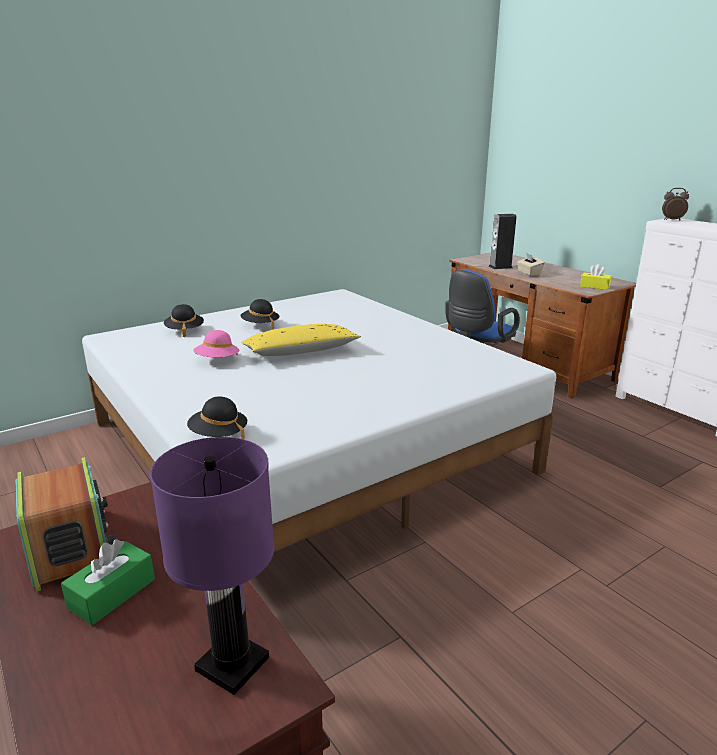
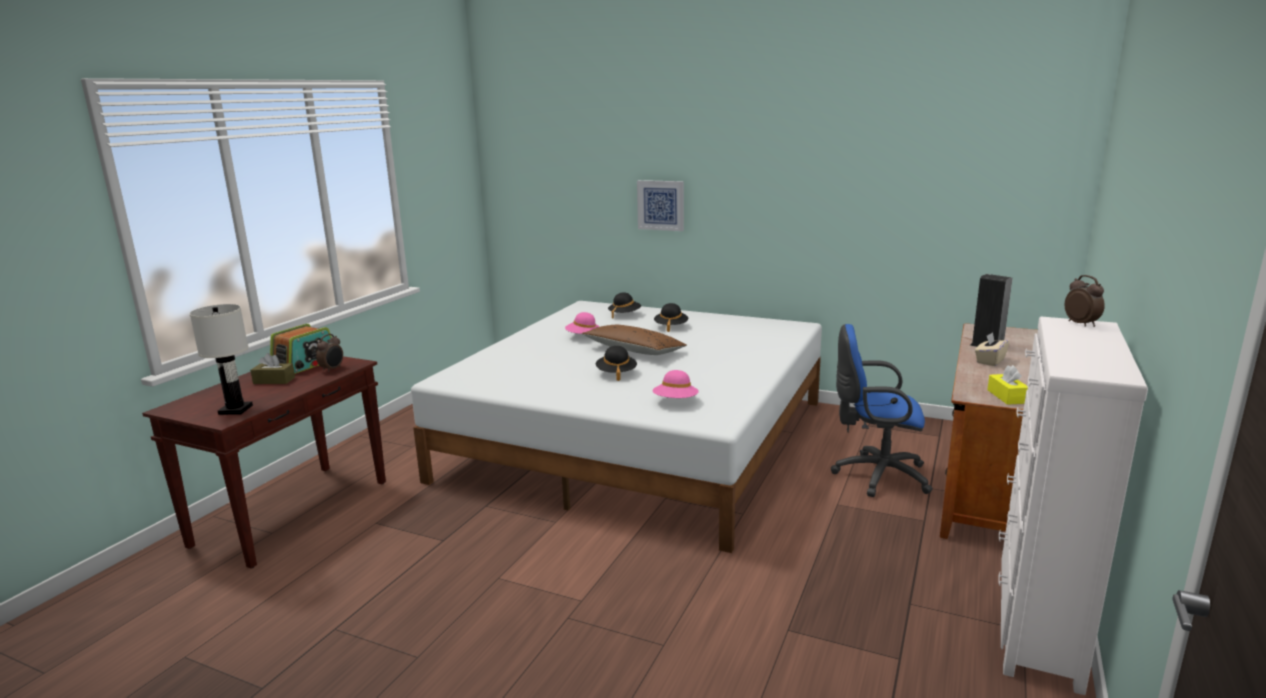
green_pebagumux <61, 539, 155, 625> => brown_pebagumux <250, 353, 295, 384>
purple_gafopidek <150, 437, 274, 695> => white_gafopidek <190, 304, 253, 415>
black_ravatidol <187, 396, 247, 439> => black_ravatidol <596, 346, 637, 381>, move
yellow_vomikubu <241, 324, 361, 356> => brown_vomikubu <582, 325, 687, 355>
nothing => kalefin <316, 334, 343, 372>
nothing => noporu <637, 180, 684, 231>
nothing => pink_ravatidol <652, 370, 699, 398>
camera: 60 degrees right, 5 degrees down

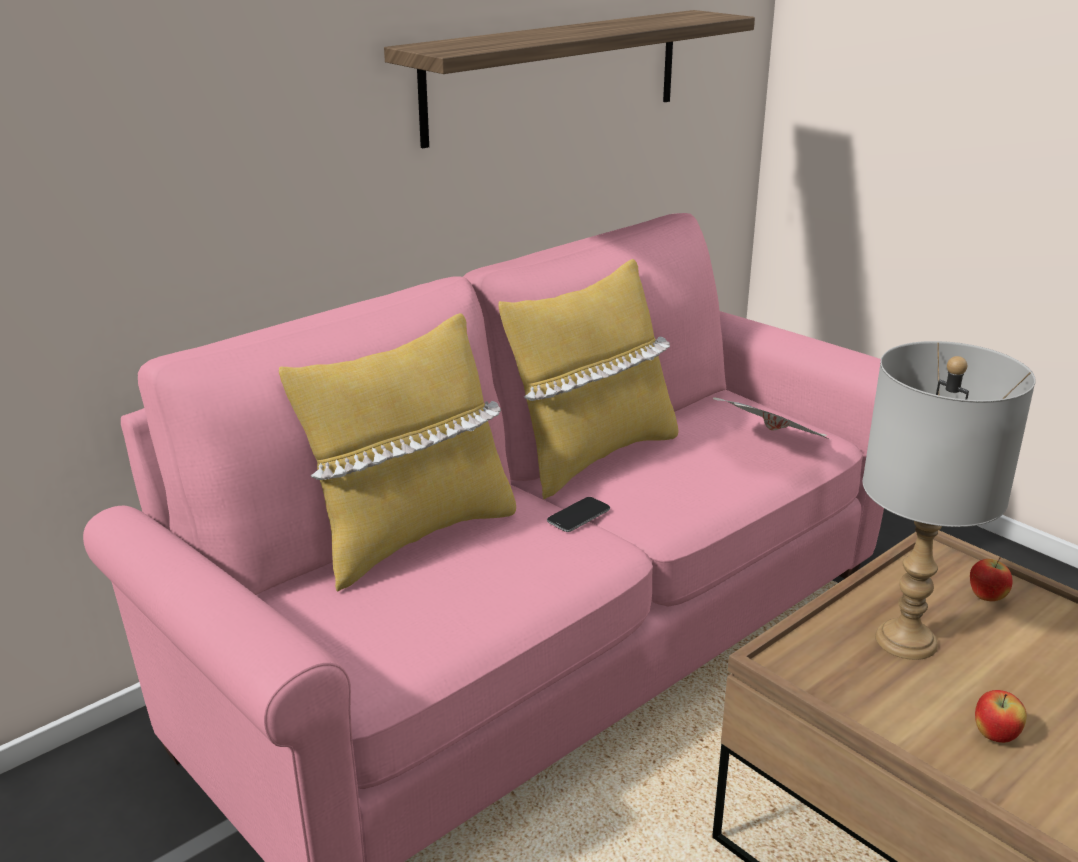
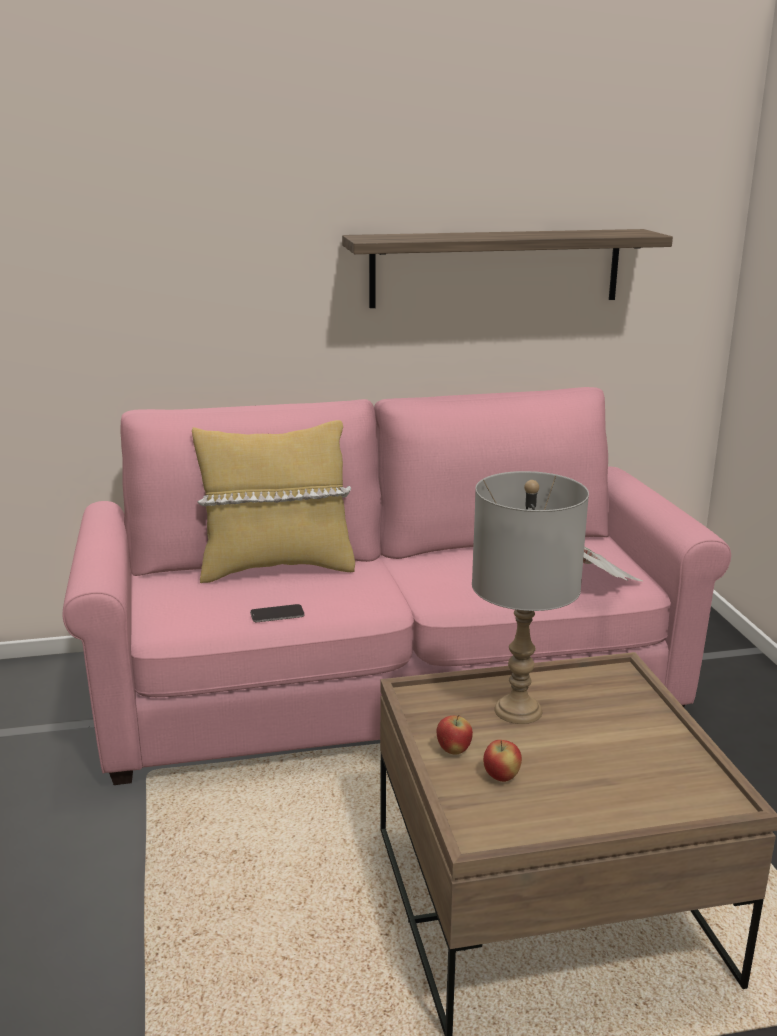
yellow_vomikubu <498, 259, 678, 499> => nothing
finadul <547, 497, 610, 532> => finadul <250, 604, 305, 622>, move
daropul <970, 557, 1013, 601> => daropul <437, 715, 473, 755>, move
camera: 30 degrees right, 5 degrees down

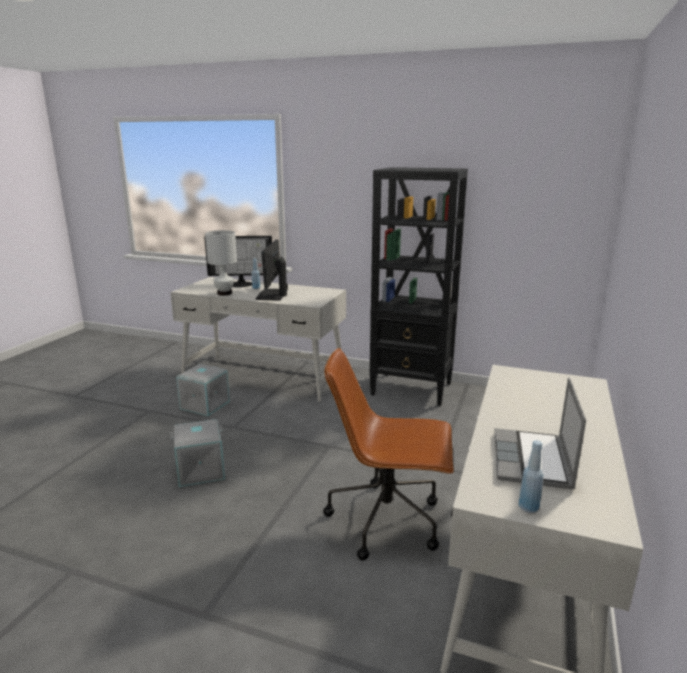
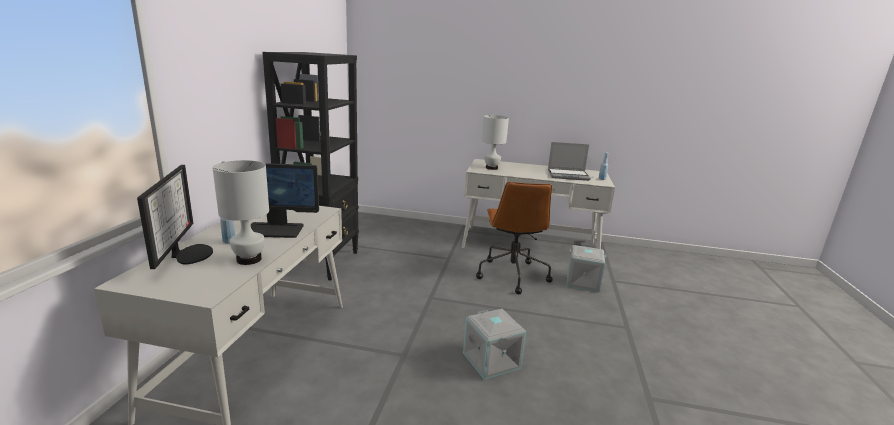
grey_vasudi <176, 364, 230, 416> => grey_vasudi <566, 245, 607, 293>, move
nothing => white_gafopidek <482, 115, 509, 170>
camera: 100 degrees left, 0 degrees up

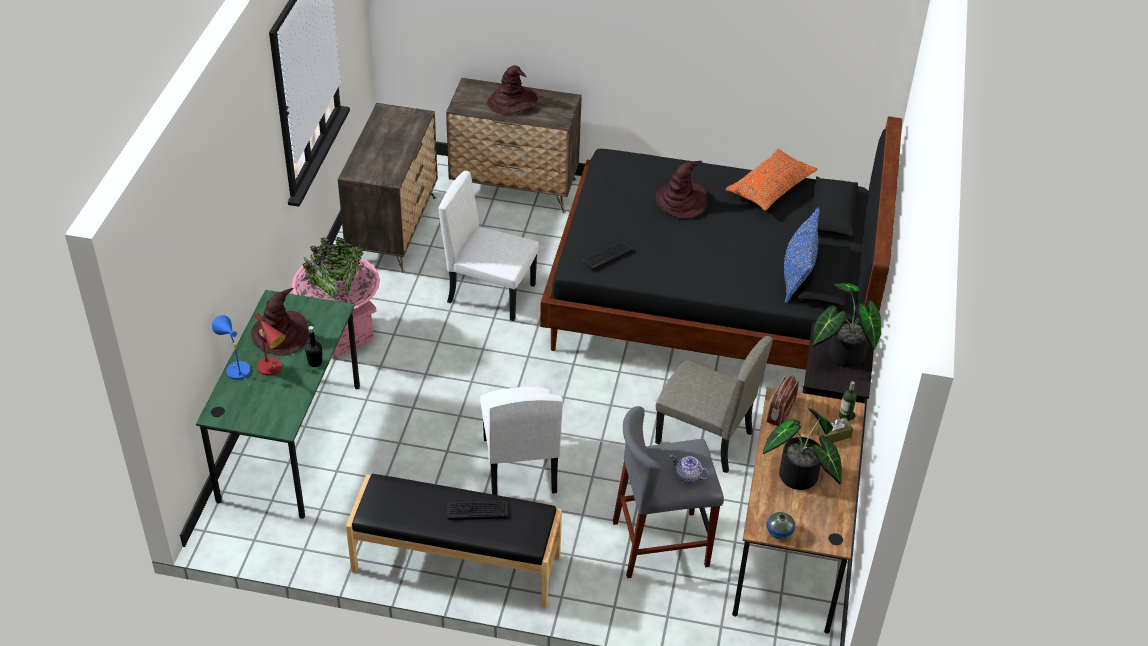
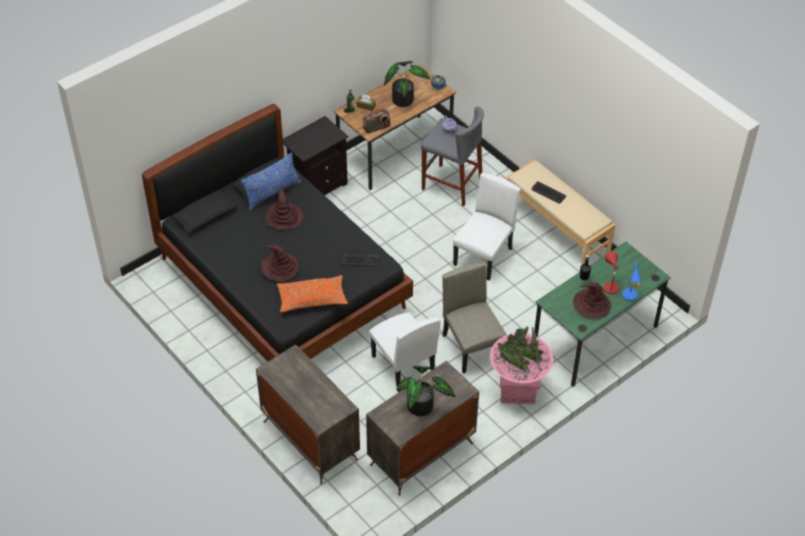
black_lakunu <346, 474, 562, 608> => beige_lakunu <506, 160, 615, 265>
brown_ravatidol <487, 65, 538, 115> => brown_ravatidol <265, 186, 304, 230>, move
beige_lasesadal <655, 336, 773, 473> => beige_lasesadal <442, 262, 507, 374>, move
orange_vomikubu <726, 149, 818, 211> => orange_vomikubu <277, 275, 348, 313>, move
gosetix <812, 283, 881, 367> => gosetix <396, 366, 455, 416>, move
camera: 140 degrees left, 5 degrees up

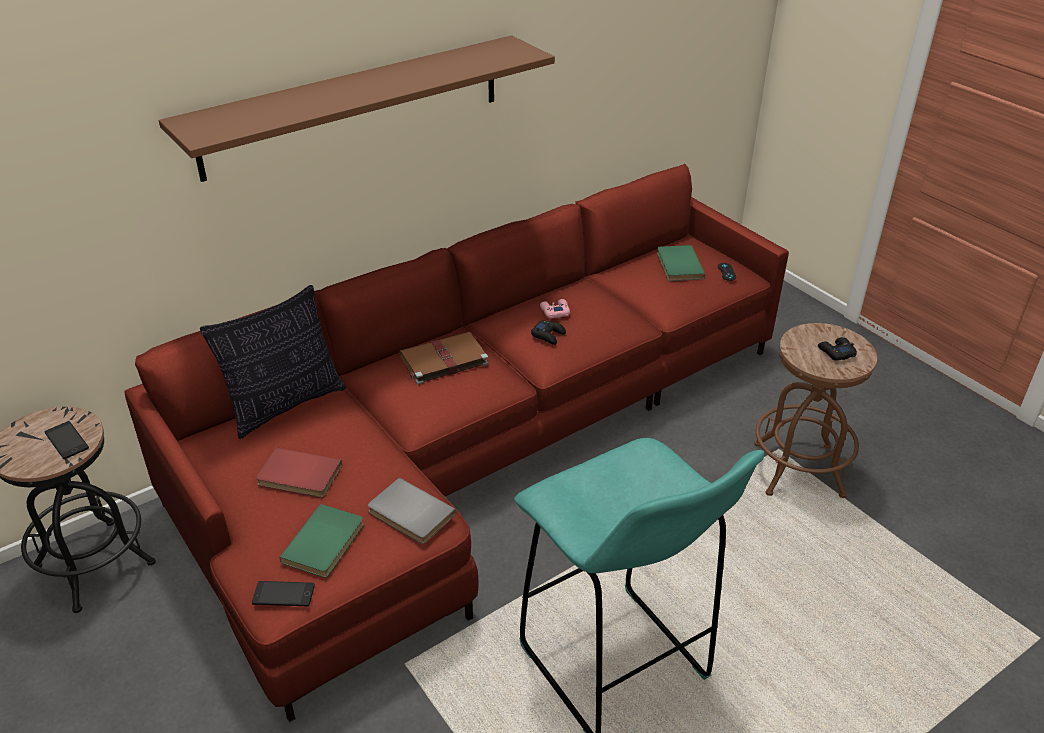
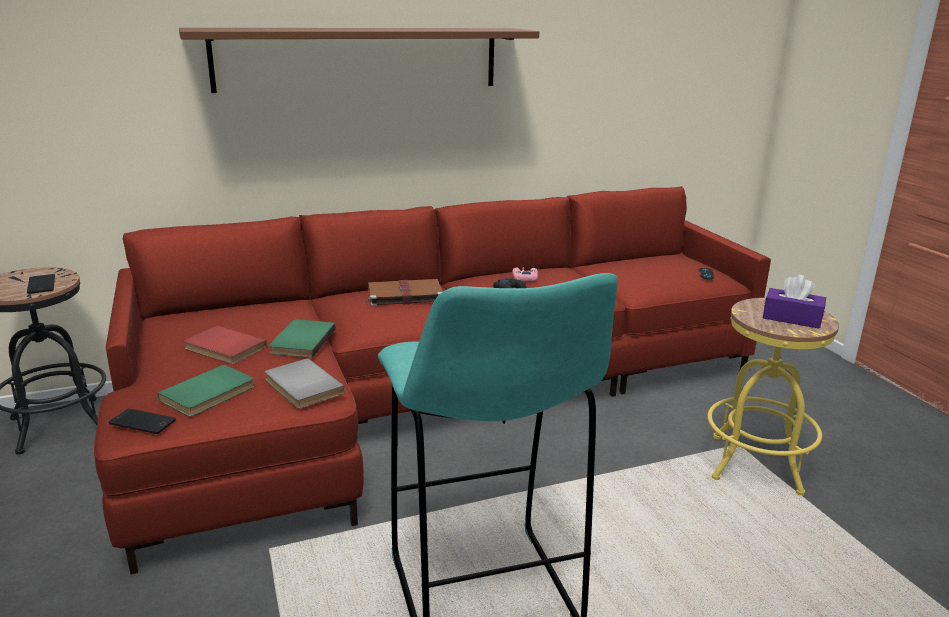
vomikubu <200, 285, 346, 439> => nothing
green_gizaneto <657, 245, 705, 281> => green_gizaneto <269, 319, 336, 358>, move
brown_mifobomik <754, 323, 877, 498> => yellow_mifobomik <707, 298, 839, 496>
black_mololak <818, 337, 857, 361> => purple_pebagumux <763, 275, 826, 329>
camera: 15 degrees right, 15 degrees down

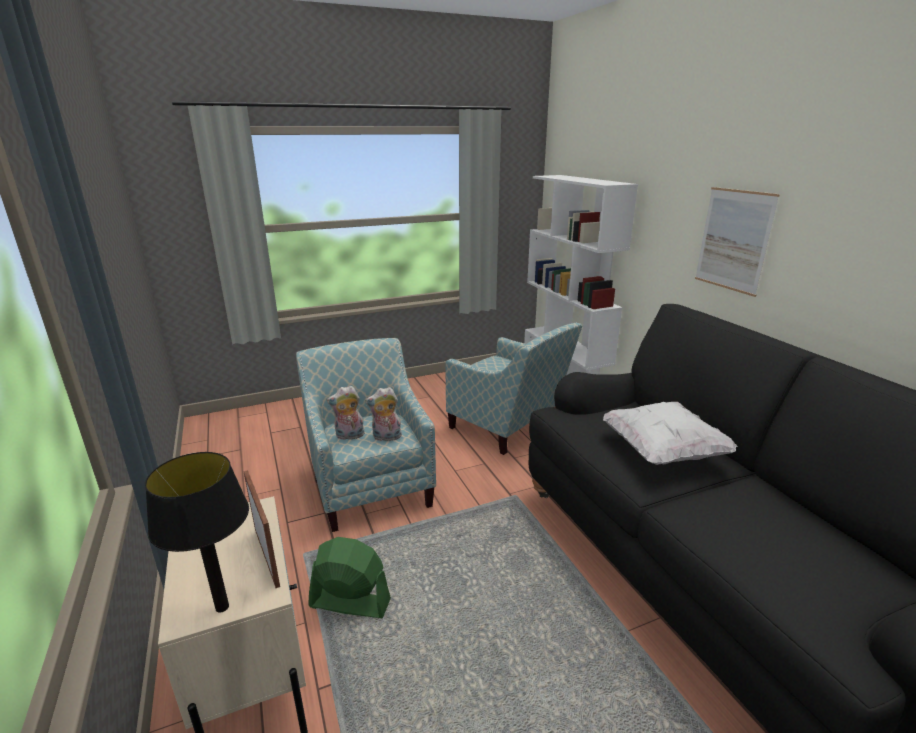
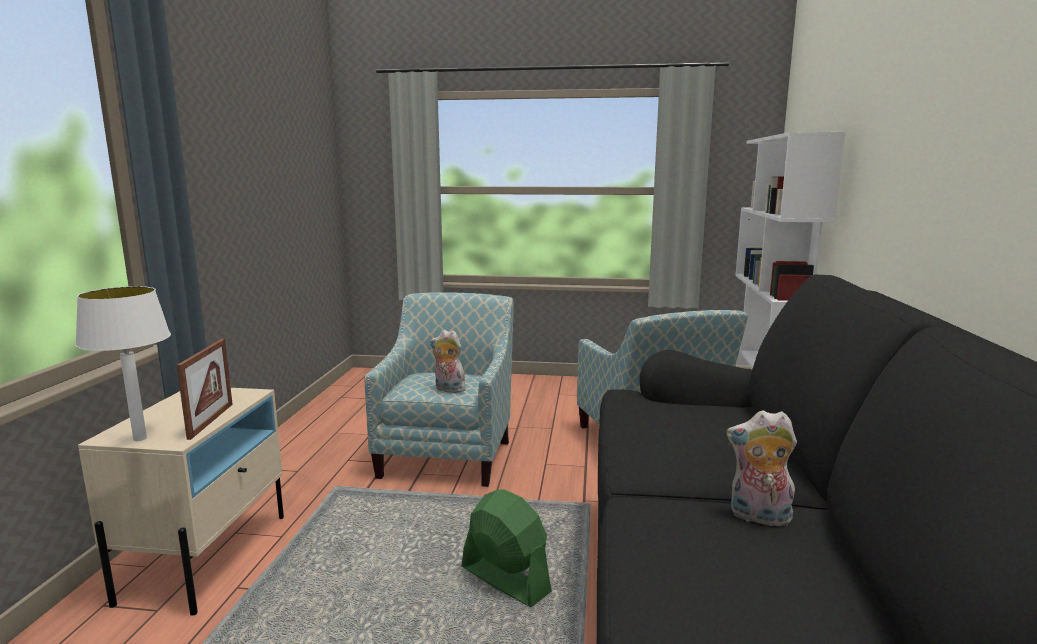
black_gafopidek <145, 452, 249, 613> => white_gafopidek <75, 286, 171, 441>
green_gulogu <308, 537, 391, 618> => green_gulogu <462, 490, 552, 607>, move
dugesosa <327, 386, 365, 440> => dugesosa <726, 410, 797, 526>, move
white_vomikubu <603, 402, 738, 465> => nothing
noporu <695, 187, 780, 297> => nothing
camera: 30 degrees right, 10 degrees down

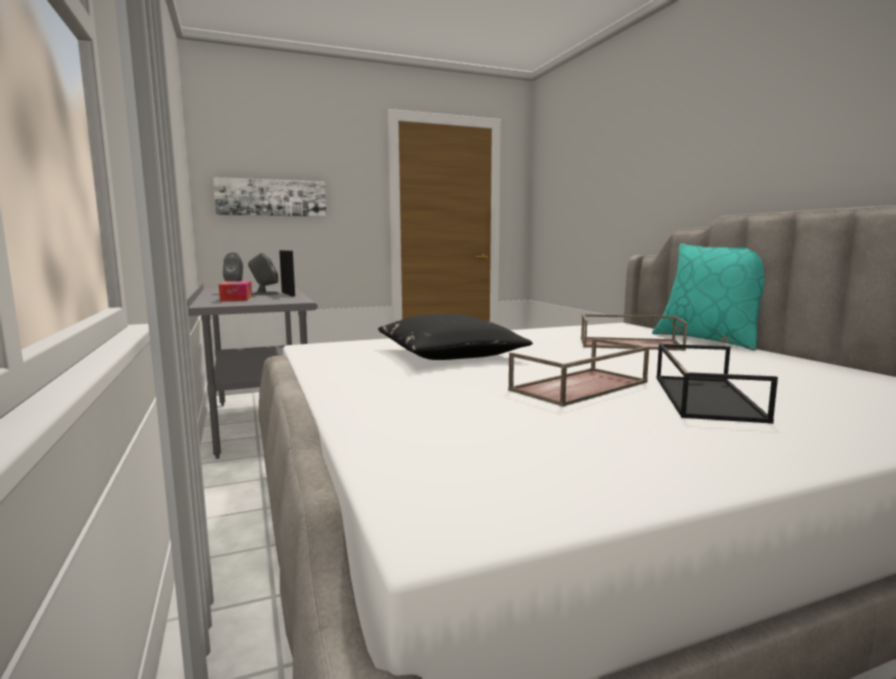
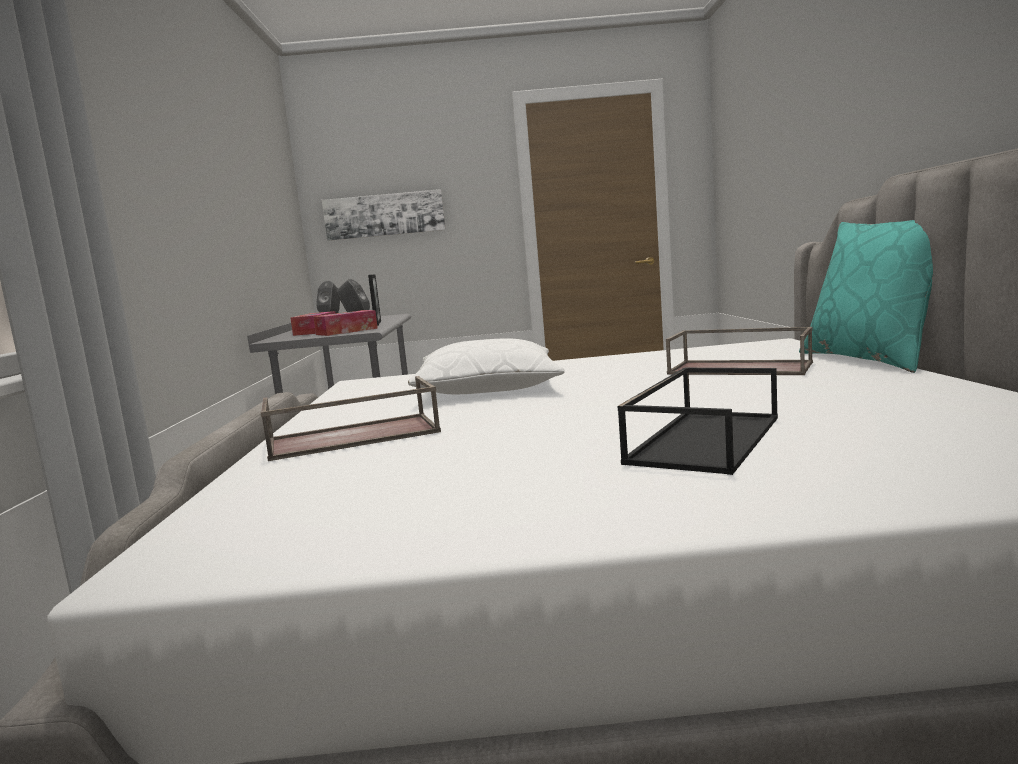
black_vomikubu <378, 314, 533, 360> => white_vomikubu <408, 338, 564, 394>
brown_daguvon <508, 338, 650, 407> => brown_daguvon <260, 376, 441, 461>, move
nothing => pebagumux <313, 310, 378, 336>
camera: 20 degrees right, 0 degrees up

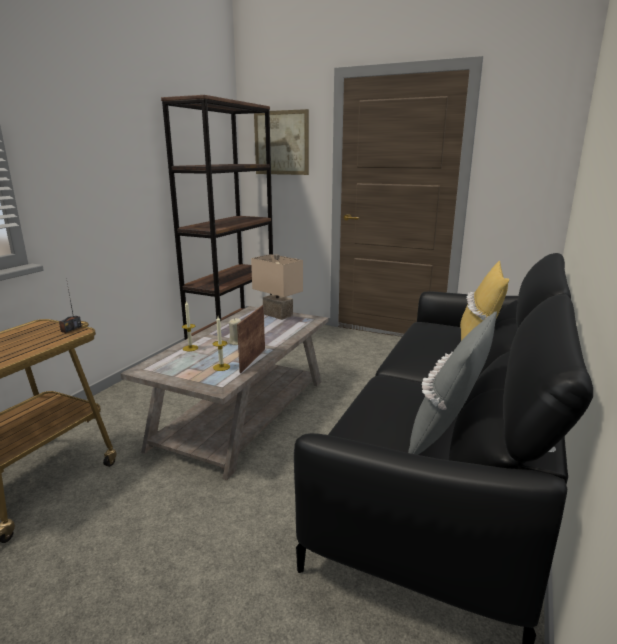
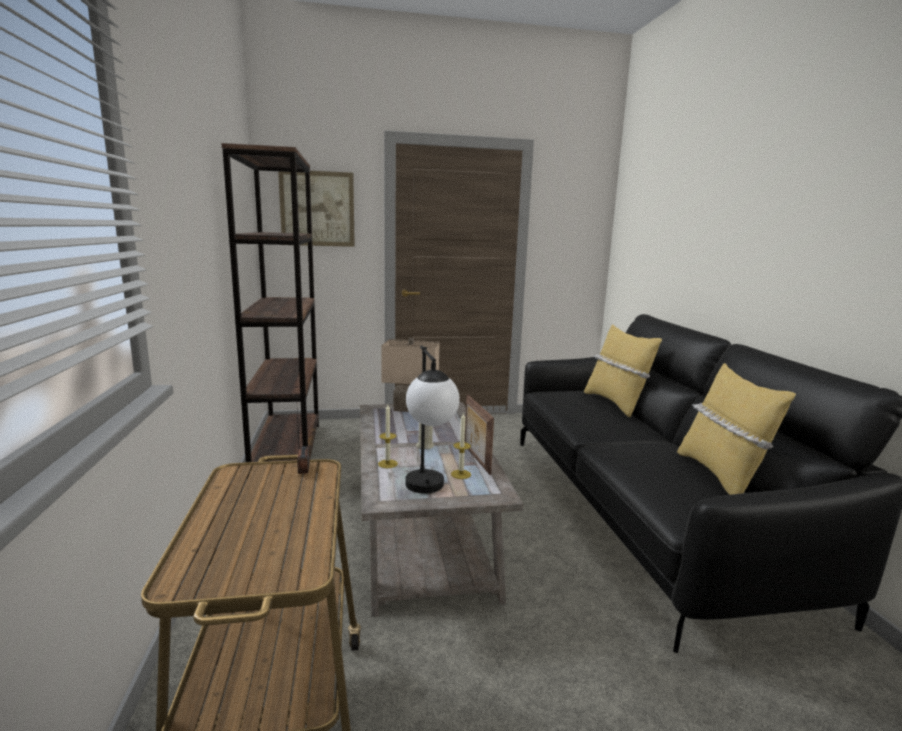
grey_vomikubu <408, 311, 497, 455> => yellow_vomikubu <677, 363, 796, 495>
nothing => gafopidek <405, 345, 460, 494>
camera: 35 degrees left, 5 degrees down

